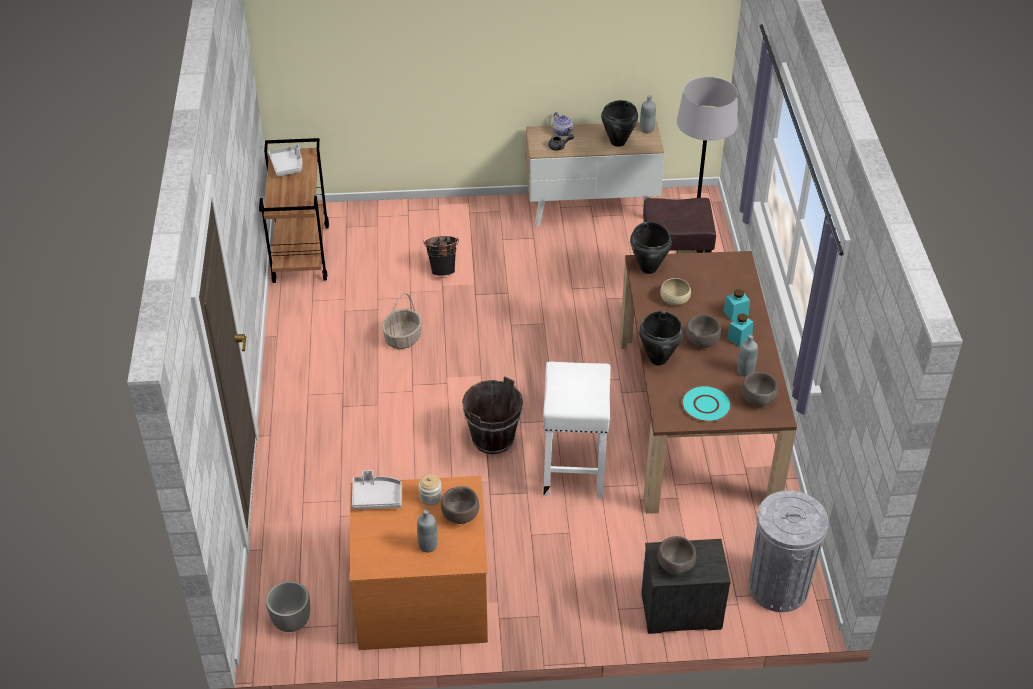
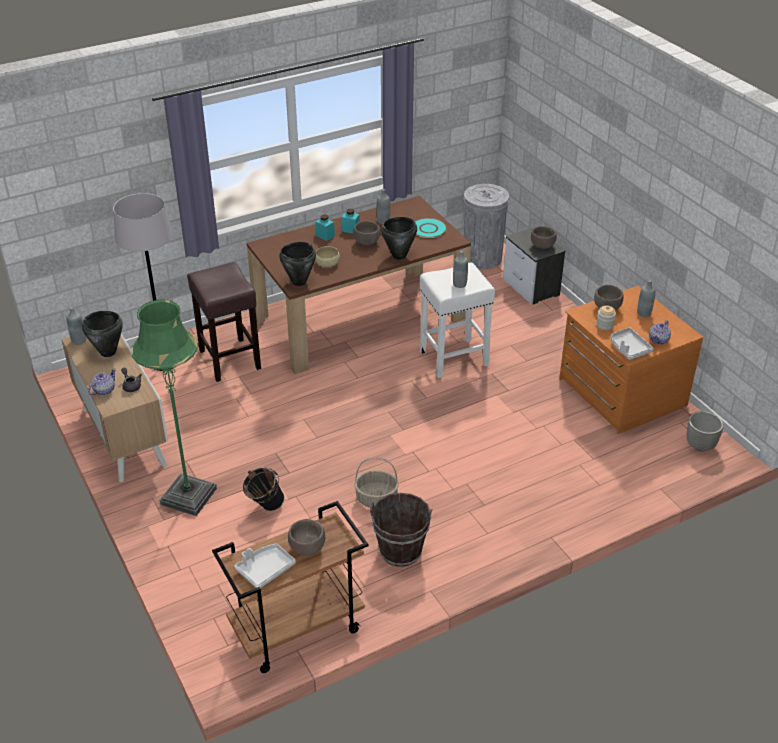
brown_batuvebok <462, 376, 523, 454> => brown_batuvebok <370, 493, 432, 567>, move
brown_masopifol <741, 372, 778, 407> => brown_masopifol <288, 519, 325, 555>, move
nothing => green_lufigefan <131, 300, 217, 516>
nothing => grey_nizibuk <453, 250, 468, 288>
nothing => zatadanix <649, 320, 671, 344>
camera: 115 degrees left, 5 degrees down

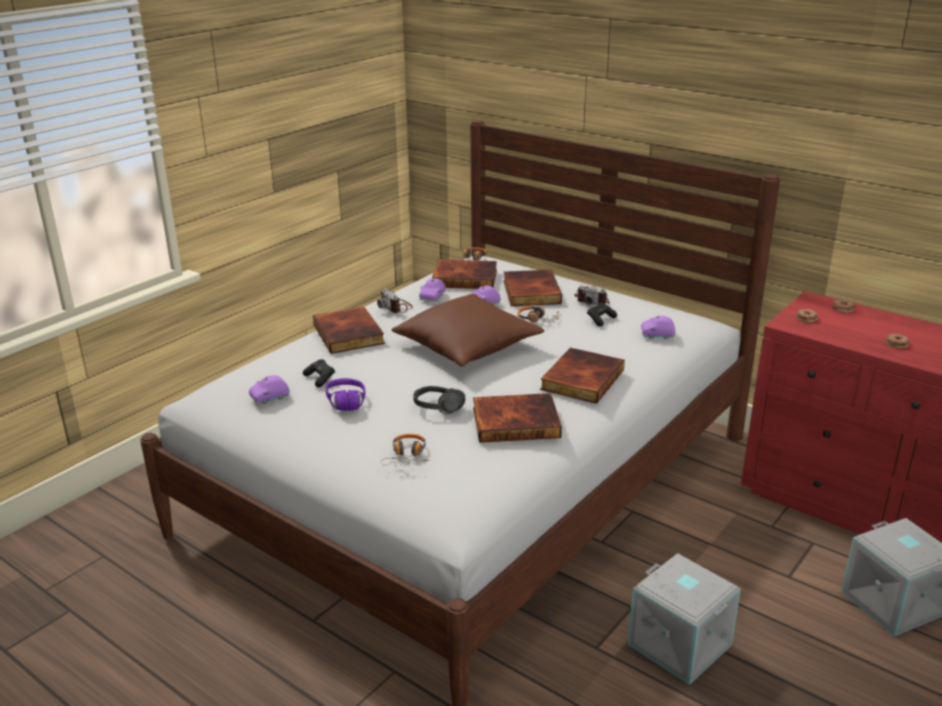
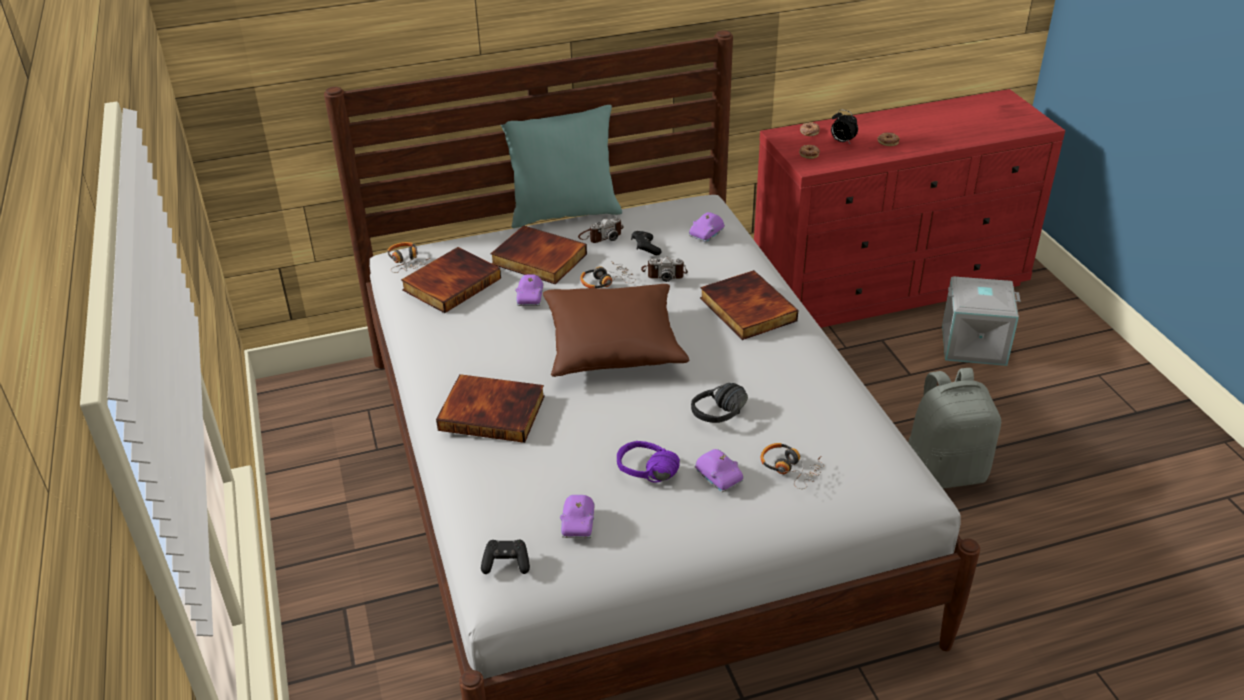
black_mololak <303, 359, 335, 387> => black_mololak <481, 540, 530, 574>, move
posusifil <377, 288, 413, 313> => posusifil <641, 257, 688, 282>, move
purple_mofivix <419, 278, 446, 302> => purple_mofivix <695, 449, 743, 492>, move
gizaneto <473, 393, 562, 443> => nothing
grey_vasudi <628, 553, 741, 685> => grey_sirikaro <908, 368, 1001, 489>
nothing => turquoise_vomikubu <501, 105, 622, 228>
nothing => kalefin <831, 110, 858, 144>
camera: 55 degrees left, 10 degrees up

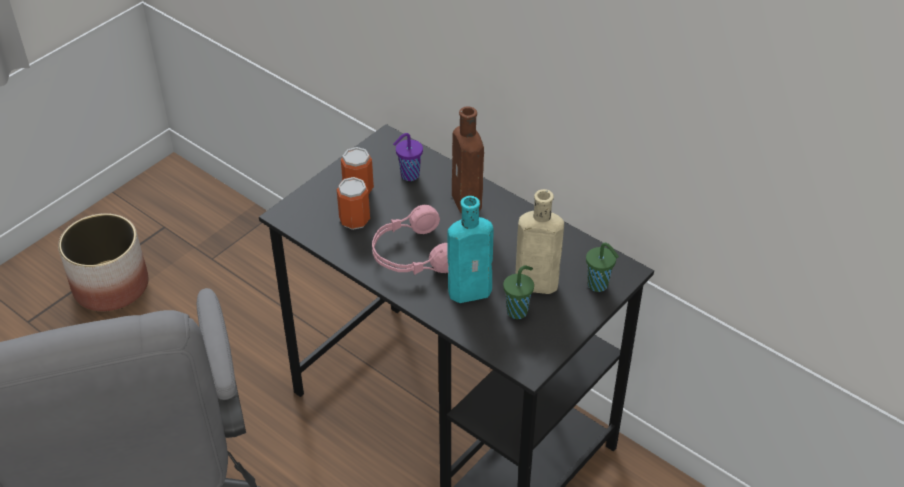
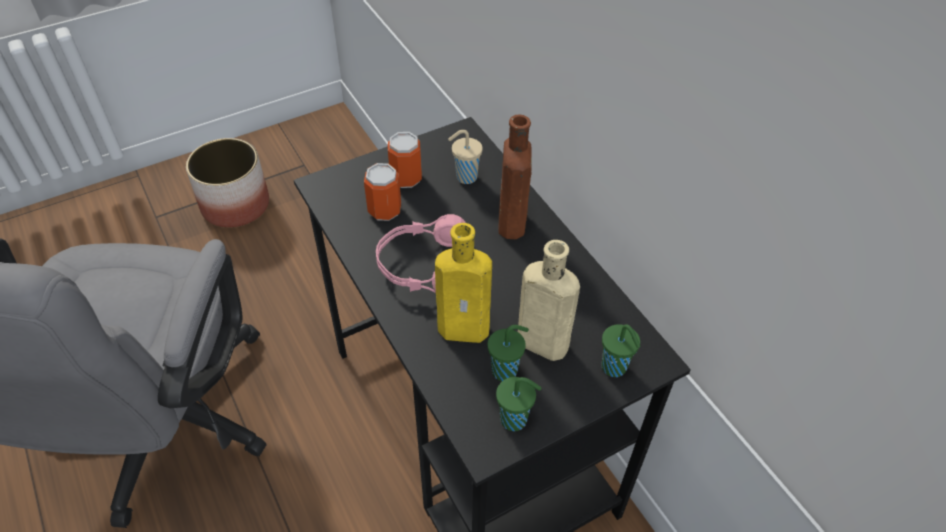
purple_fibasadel <393, 133, 423, 181> => beige_fibasadel <448, 130, 483, 184>
turquoise_nizibuk <447, 196, 493, 303> => yellow_nizibuk <435, 223, 492, 343>
nothing => green_fibasadel <496, 377, 542, 431>
camera: 20 degrees right, 5 degrees up

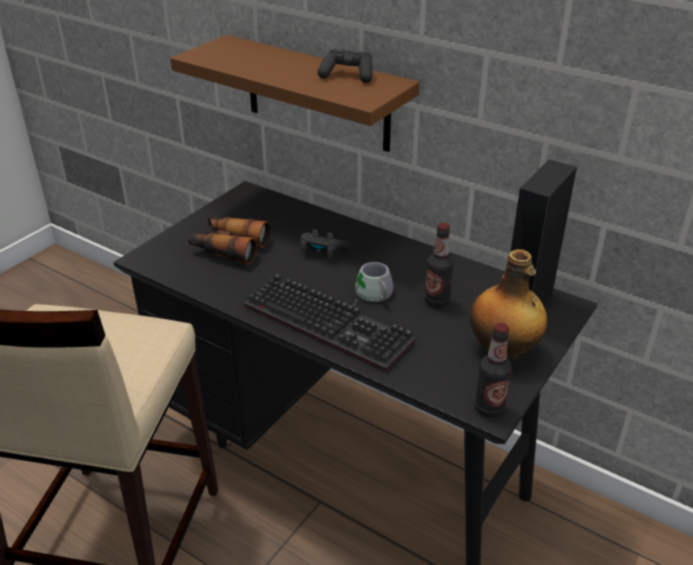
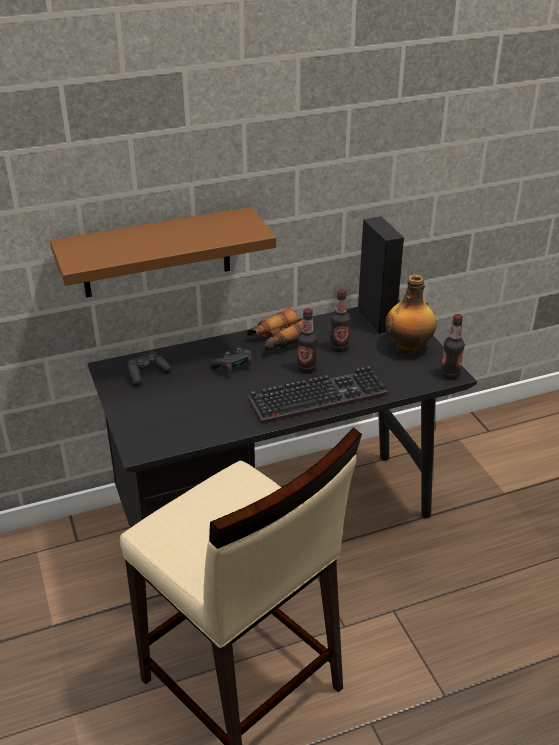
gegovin <188, 217, 271, 265> => gegovin <247, 308, 303, 351>, move
black_mololak <318, 49, 372, 83> => black_mololak <127, 351, 171, 386>, move
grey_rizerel <353, 262, 393, 307> => nizibuk <297, 308, 318, 373>
camera: 55 degrees left, 0 degrees up

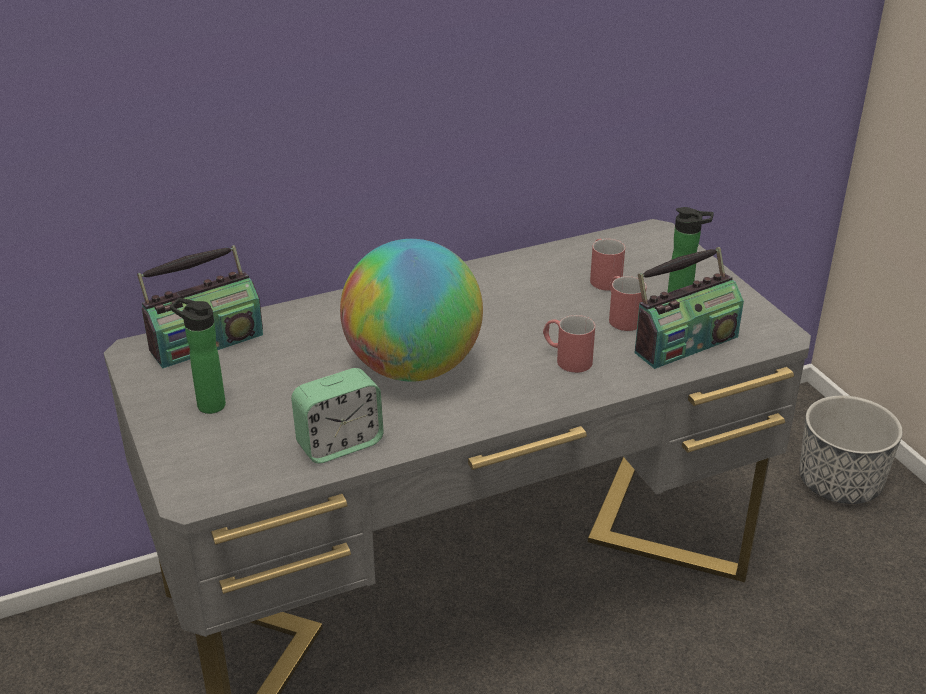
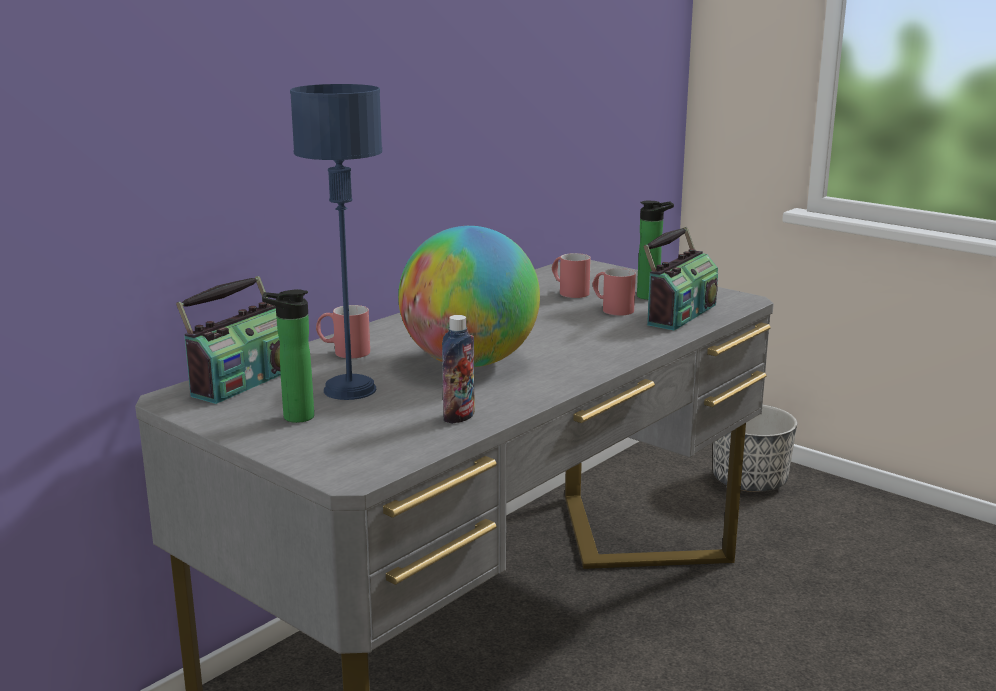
kalefin <291, 368, 384, 464> => nizibuk <442, 315, 475, 424>
red_rizerel <543, 315, 595, 373> => red_rizerel <316, 305, 370, 359>, move
nothing => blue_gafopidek <290, 84, 382, 400>
camera: 25 degrees left, 15 degrees down

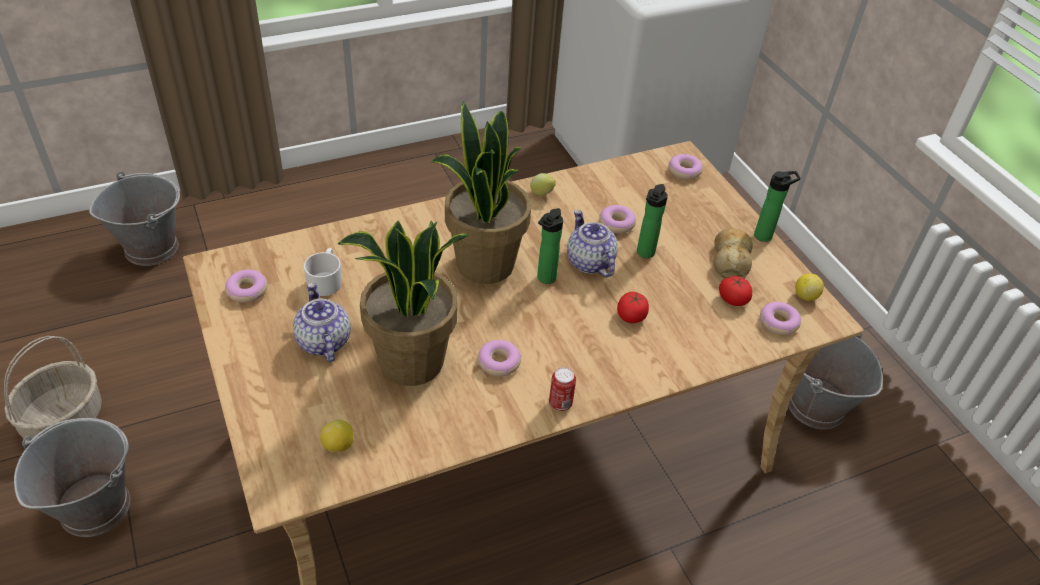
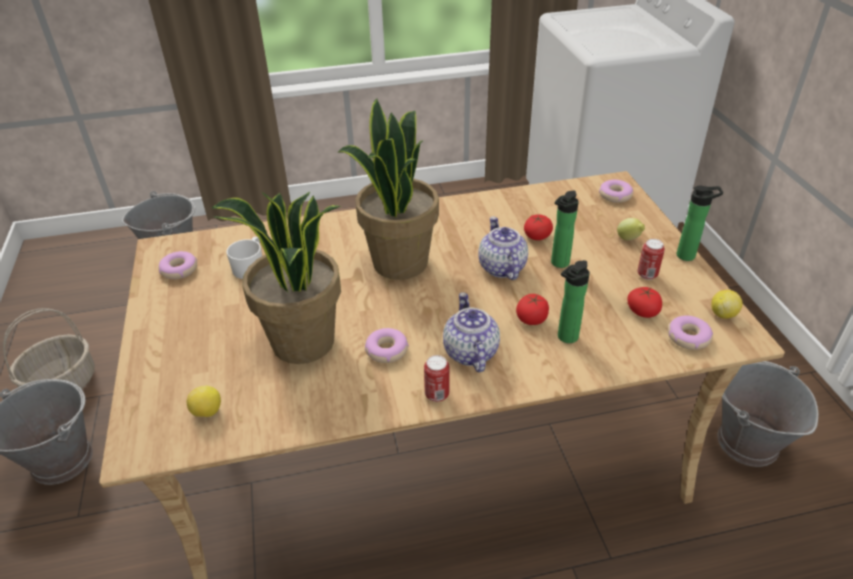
zatadanix <293, 282, 351, 363> => zatadanix <443, 292, 500, 373>, move
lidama <530, 173, 556, 196> => lidama <617, 218, 645, 241>, move
nizibuk <537, 208, 563, 284> => nizibuk <558, 260, 590, 343>, move
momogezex <599, 205, 636, 234> => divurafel <524, 214, 553, 240>
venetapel <713, 228, 753, 278> => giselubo <637, 239, 665, 280>
camera: 15 degrees right, 5 degrees down

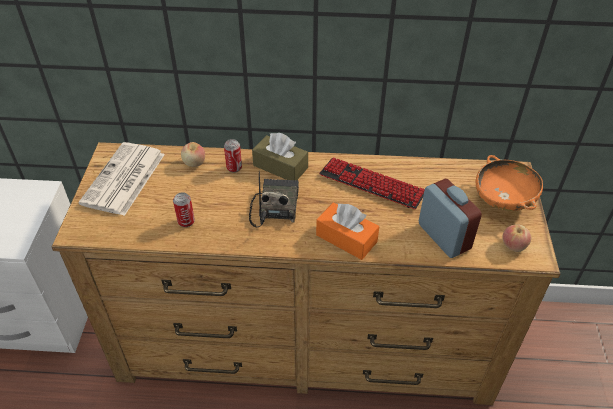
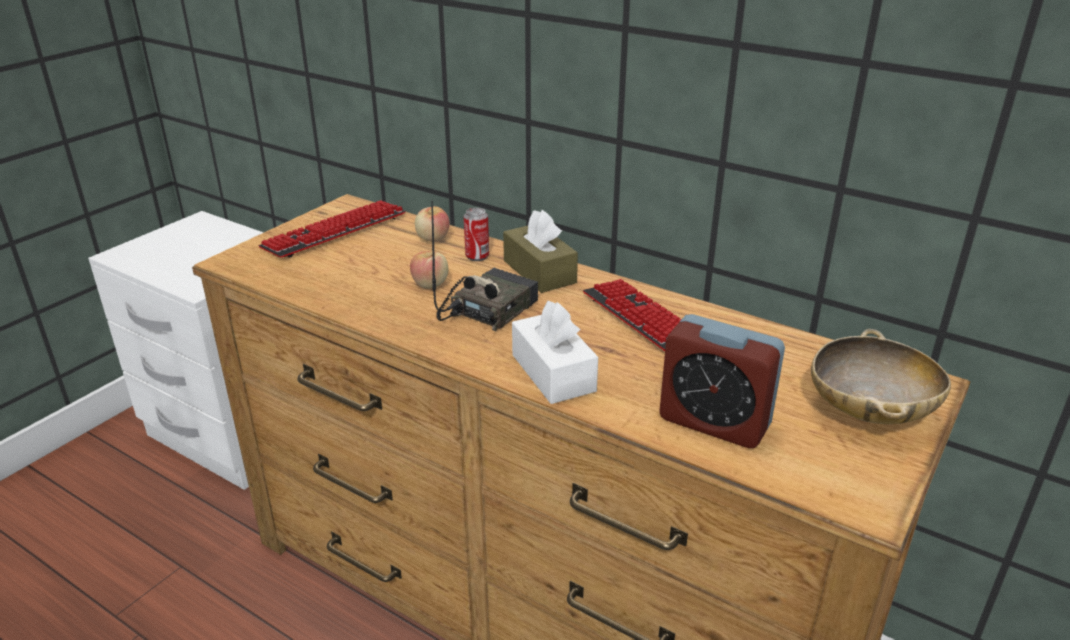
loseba <78, 142, 165, 216> => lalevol <259, 200, 405, 258>
giselubo <173, 192, 195, 227> => nothing
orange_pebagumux <316, 203, 379, 260> => white_pebagumux <512, 301, 598, 404>
kalefin <419, 179, 482, 258> => kalefin <659, 314, 785, 448>, 120 degrees clockwise
orange_masopifol <476, 155, 543, 211> => beige_masopifol <811, 329, 951, 424>
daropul <502, 225, 531, 252> => daropul <410, 251, 448, 289>, move
camera: 30 degrees right, 15 degrees down

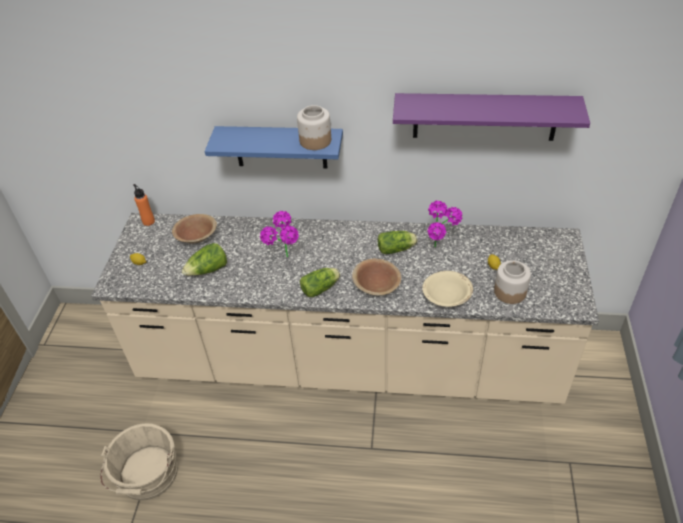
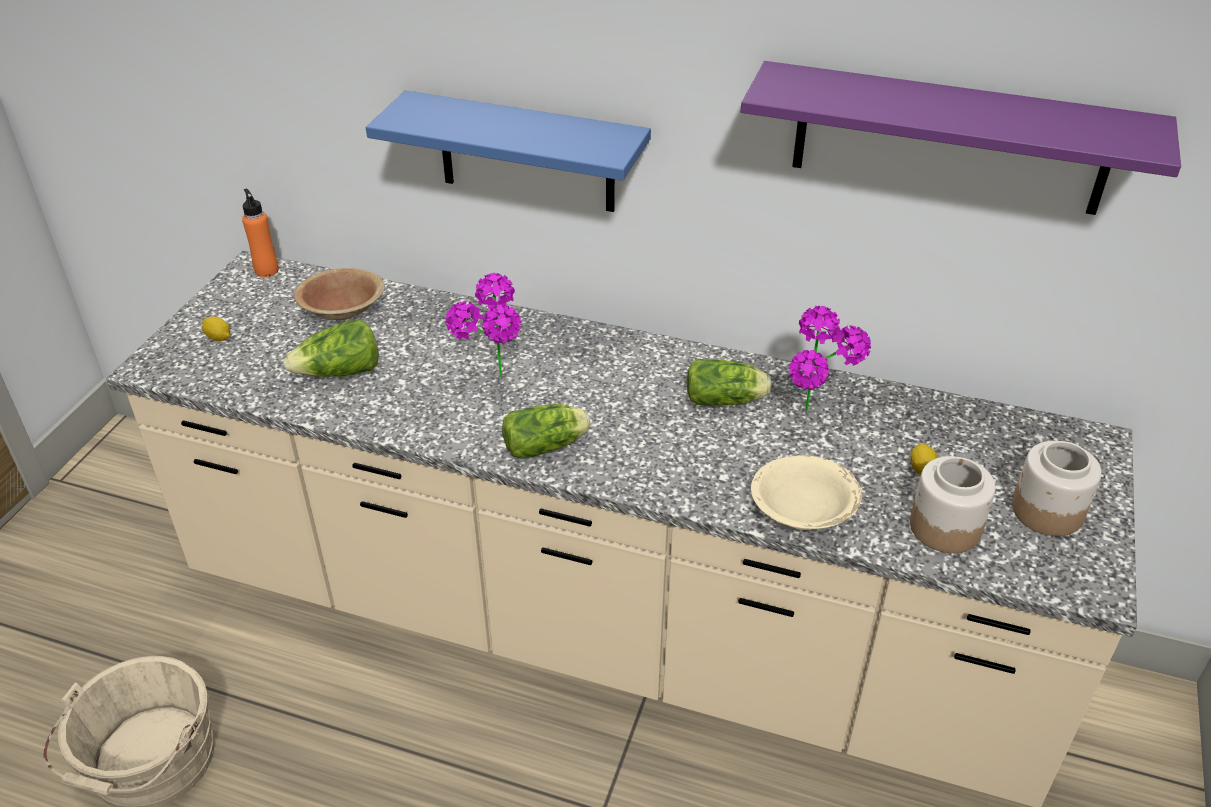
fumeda <297, 105, 331, 150> => fumeda <1012, 441, 1102, 536>, move
brown_masopifol <352, 258, 401, 295> => nothing
camera: 10 degrees right, 5 degrees down

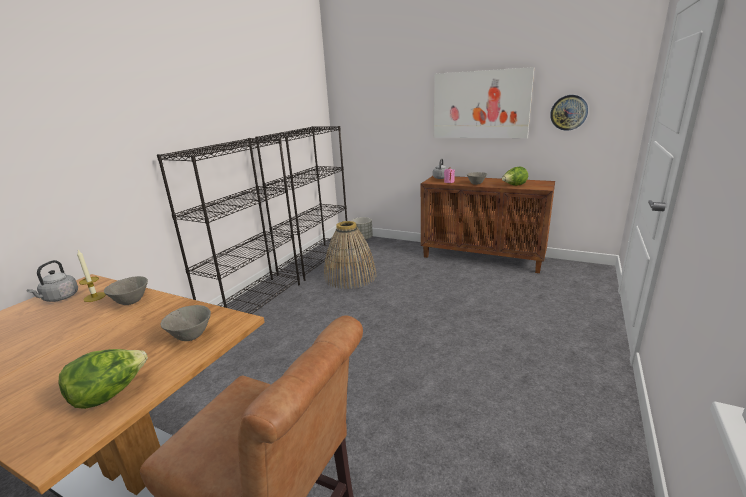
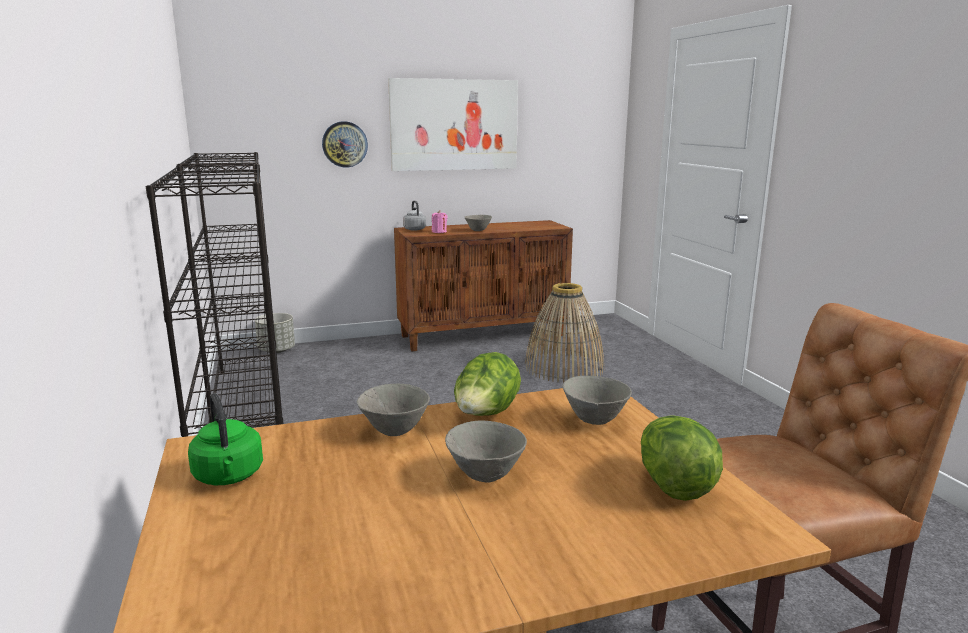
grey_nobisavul <27, 260, 78, 302> => green_nobisavul <188, 393, 263, 485>
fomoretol <77, 250, 106, 302> => nothing
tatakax <324, 221, 377, 289> => tatakax <525, 283, 604, 383>, move
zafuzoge <502, 167, 528, 186> => zafuzoge <454, 352, 521, 416>, move
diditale <550, 95, 588, 131> => diditale <322, 121, 368, 168>, move
nothing => grey_masopifol <445, 421, 527, 482>
camera: 45 degrees left, 5 degrees down

